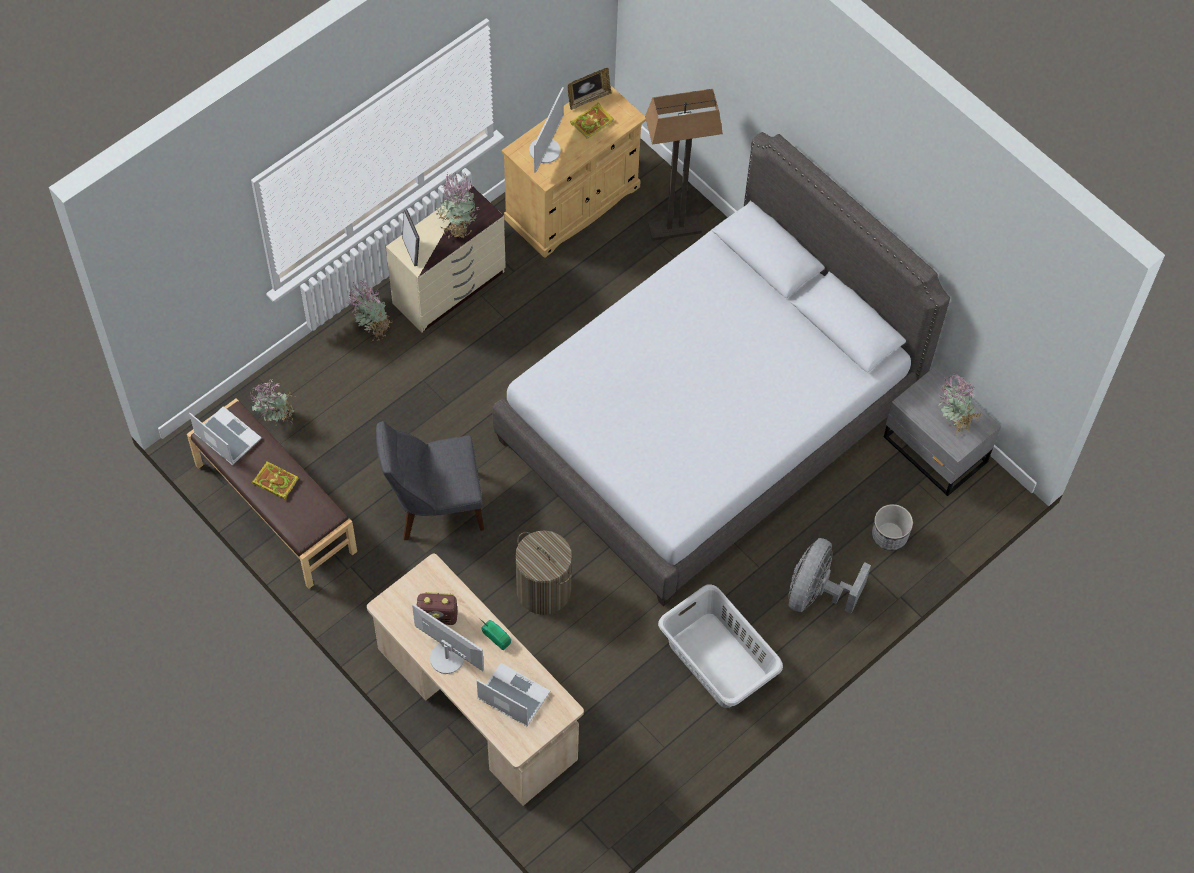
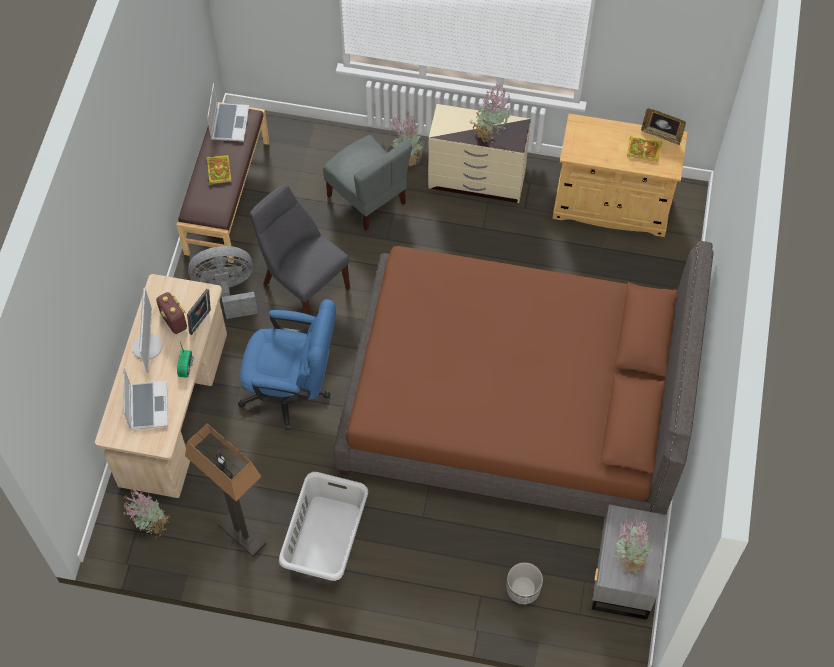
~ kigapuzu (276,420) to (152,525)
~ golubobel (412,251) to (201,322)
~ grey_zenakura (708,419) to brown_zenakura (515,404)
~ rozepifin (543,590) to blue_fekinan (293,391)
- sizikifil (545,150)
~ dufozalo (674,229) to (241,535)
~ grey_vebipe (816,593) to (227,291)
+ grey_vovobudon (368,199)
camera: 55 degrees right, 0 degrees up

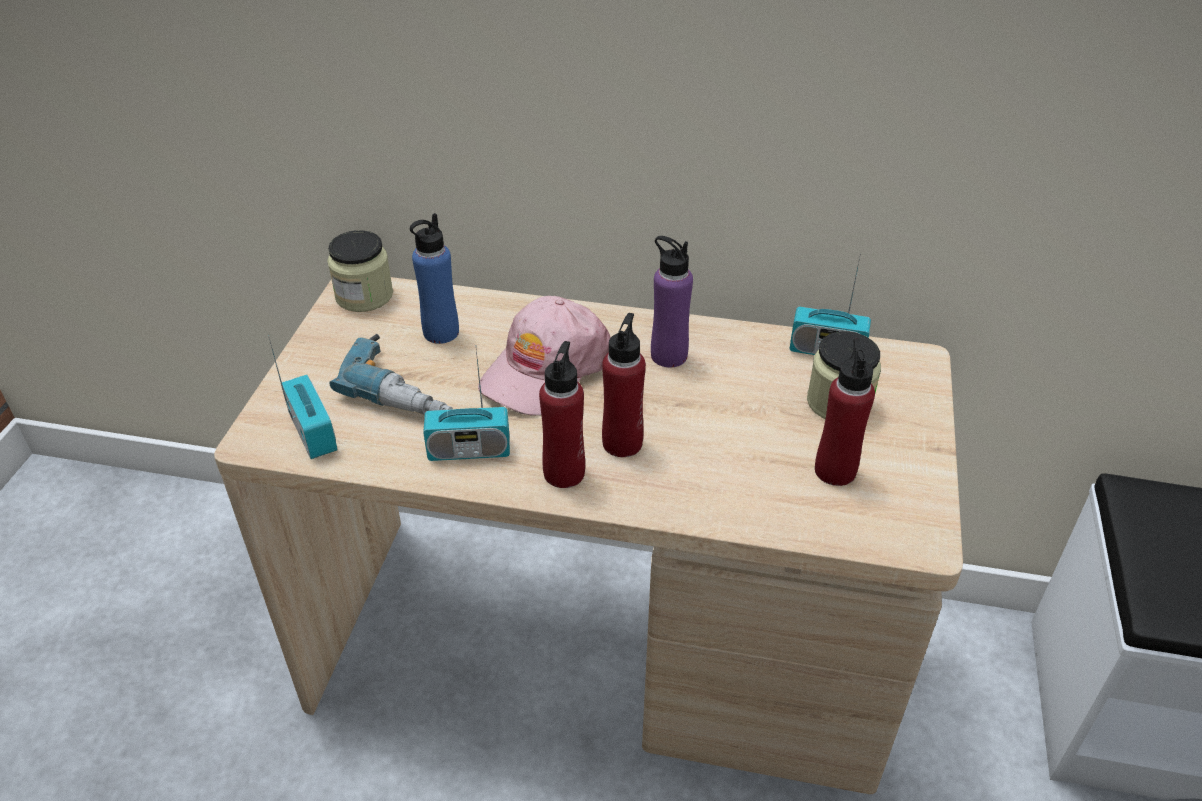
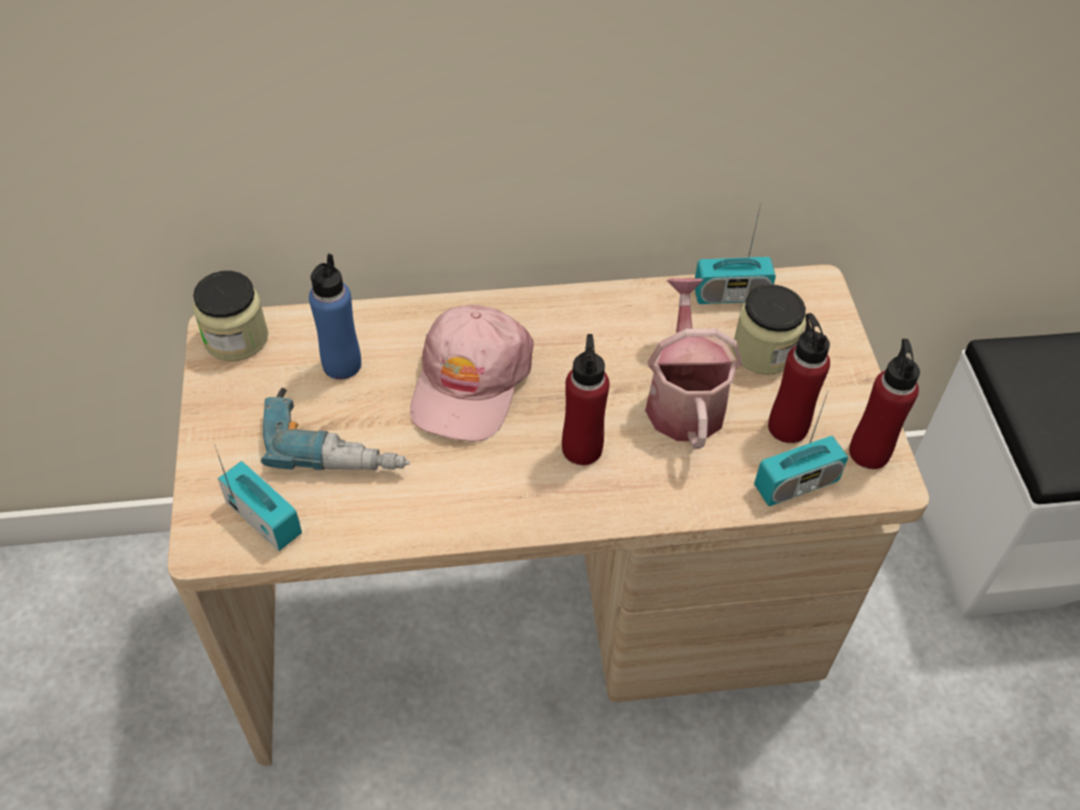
~ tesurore (469,450) to (796,484)
~ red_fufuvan (564,473) to (869,452)
- purple_fufuvan (668,355)
+ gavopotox (684,398)
camera: 20 degrees left, 10 degrees up

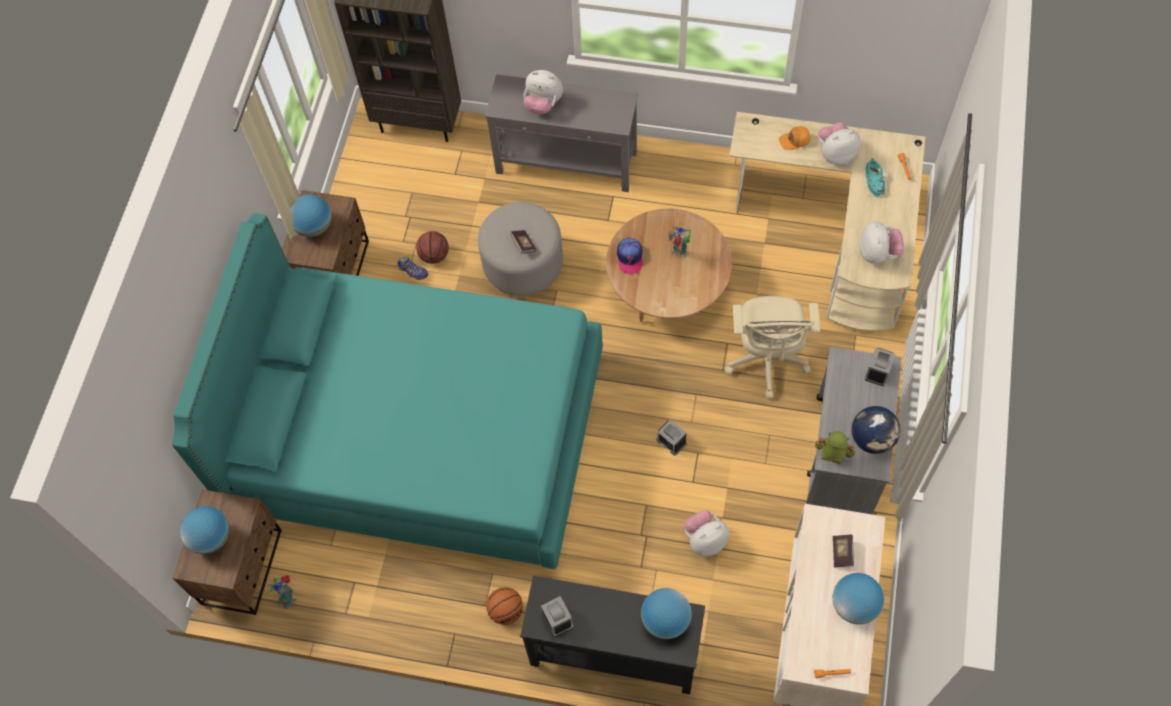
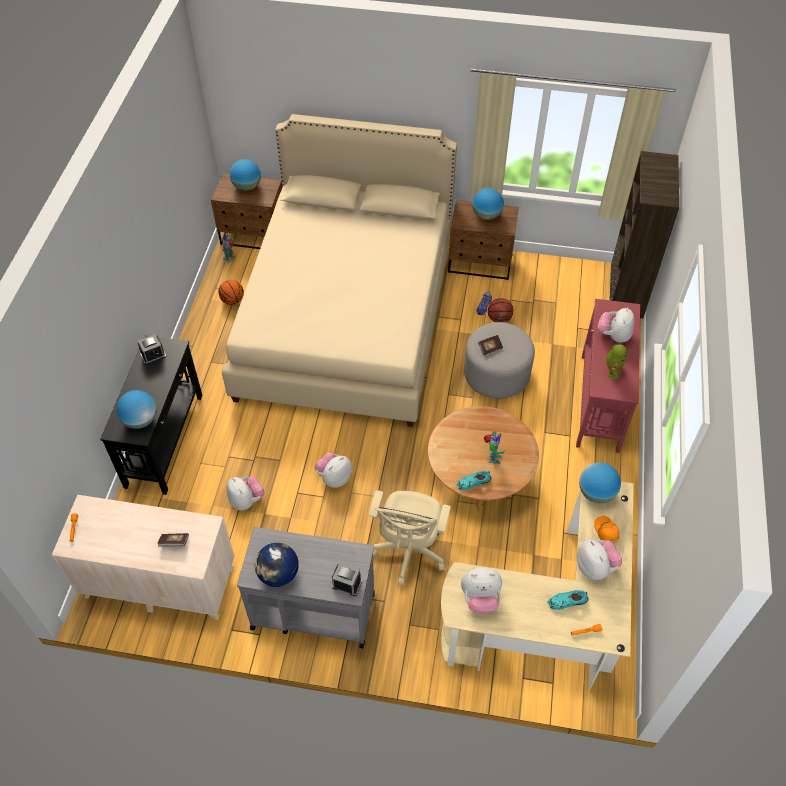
~ turquoise_zenakura (419,433) to beige_zenakura (347,318)
~ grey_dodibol (567,163) to red_dodibol (599,402)
~ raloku (506,611) to (232,300)
- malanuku (629,257)
~ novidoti (671,441) to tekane (334,478)
~ beige_fekinan (766,361) = (409,551) 75 degrees counterclockwise
~ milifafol (831,457) to (612,371)
~ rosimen (854,605) to (596,493)
+ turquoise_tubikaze (473,482)
camera: 85 degrees right, 10 degrees down

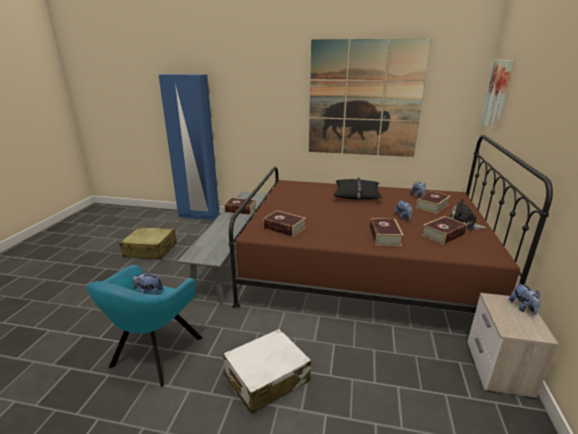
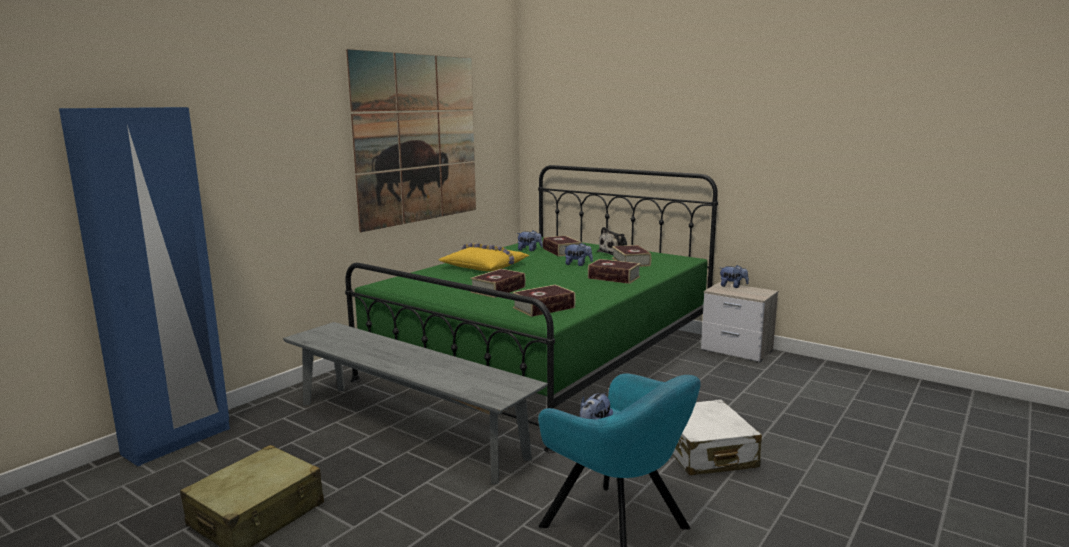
~ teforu (240,210) to (498,289)
~ brown_zenakura (362,270) to green_zenakura (544,357)
~ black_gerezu (356,194) to yellow_gerezu (485,266)
- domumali (498,94)
camera: 65 degrees left, 10 degrees down

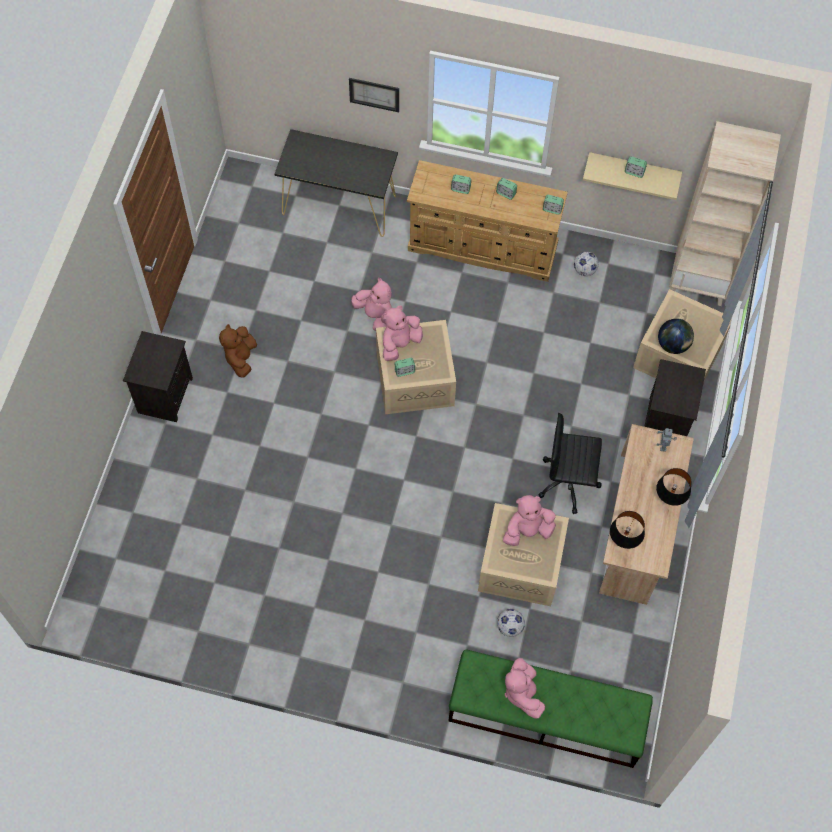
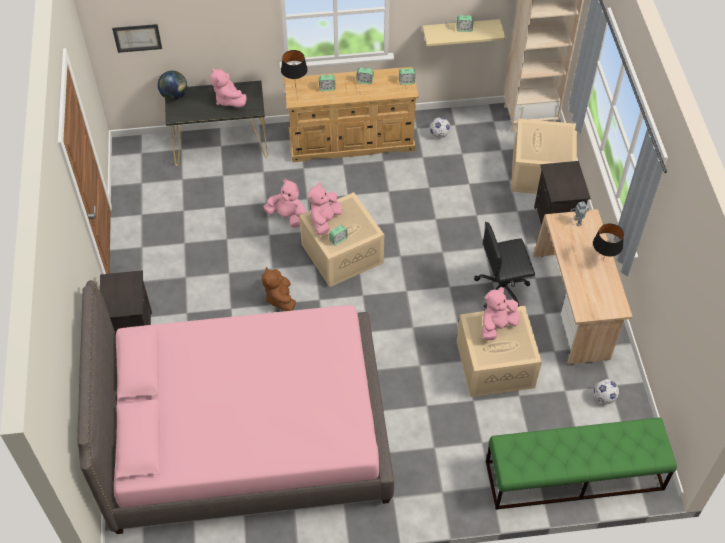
~ brown_tekane (241,358) to (280,298)
~ domumali (374,94) to (137,37)
~ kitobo (509,627) to (604,397)
~ pink_tekane (522,692) to (228,100)
~ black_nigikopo (622,544) to (295,87)
~ rosimen (673,345) to (174,96)
+ pink_zenakura (246,432)
camera: 20 degrees left, 10 degrees down

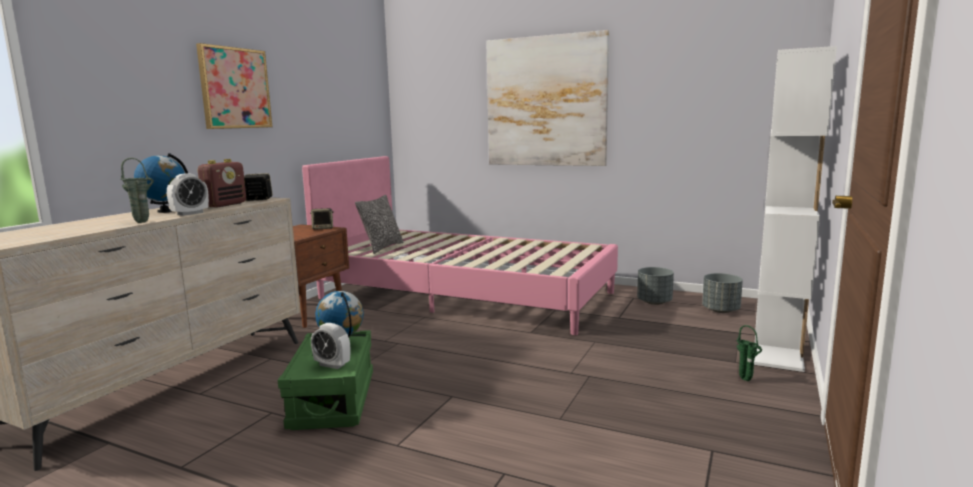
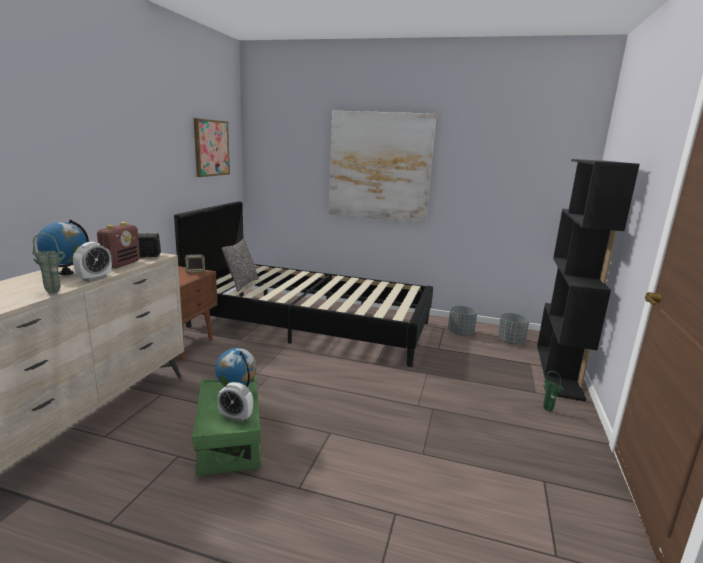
~ domumali (235,88) to (211,148)
~ pink_zenakura (464,295) to black_zenakura (310,324)
~ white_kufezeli (778,340) to black_kufezeli (559,370)
camera: 10 degrees left, 5 degrees up

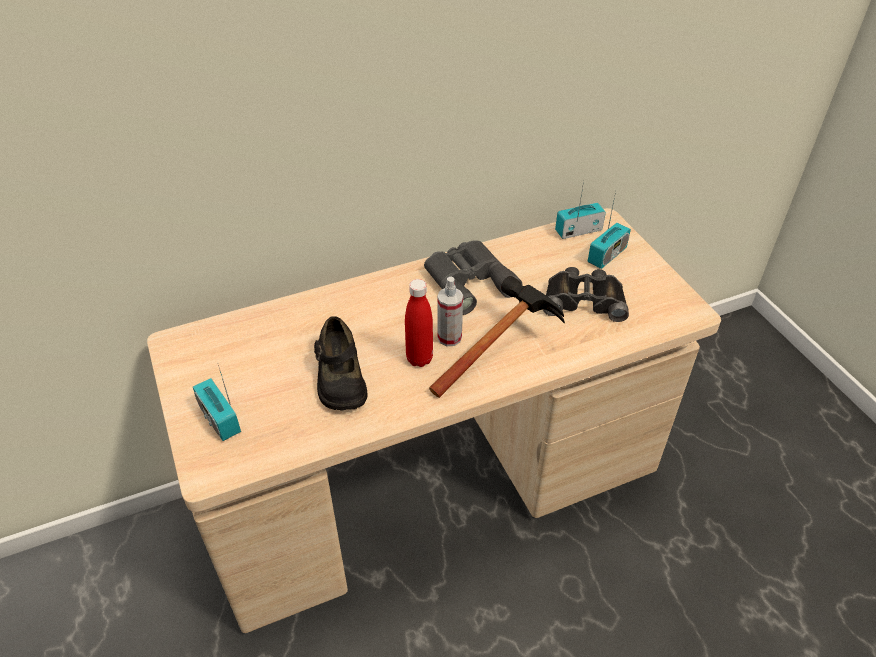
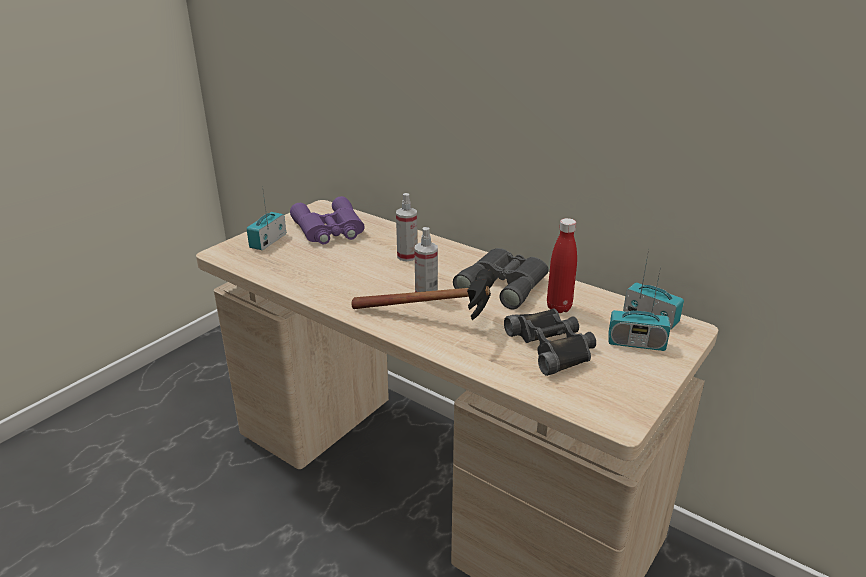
- black_tubikaze (339,377)
~ red_fufuvan (419,359) to (558,307)
+ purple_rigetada (329,230)
+ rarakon (407,256)
camera: 60 degrees right, 15 degrees down

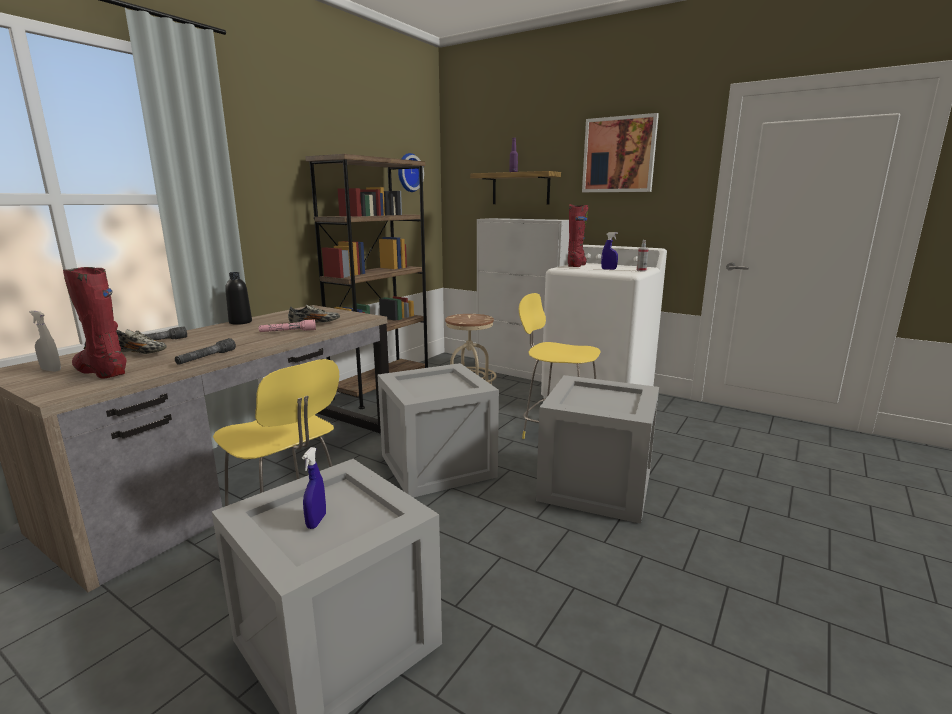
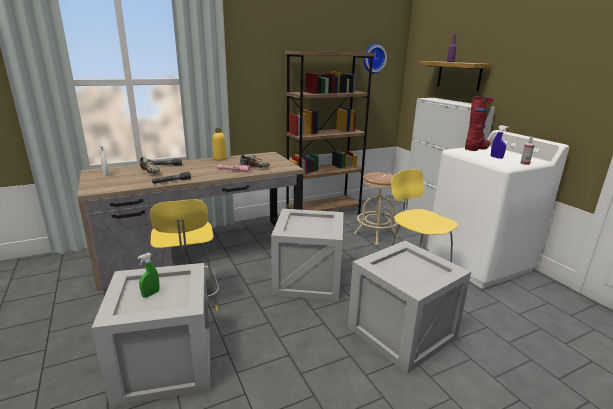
- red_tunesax (101,371)
~ black_fufuvan (240,322) to yellow_fufuvan (220,159)
~ blue_rarakon (316,521) to green_rarakon (151,294)
- domumali (619,155)
camera: 30 degrees right, 5 degrees up

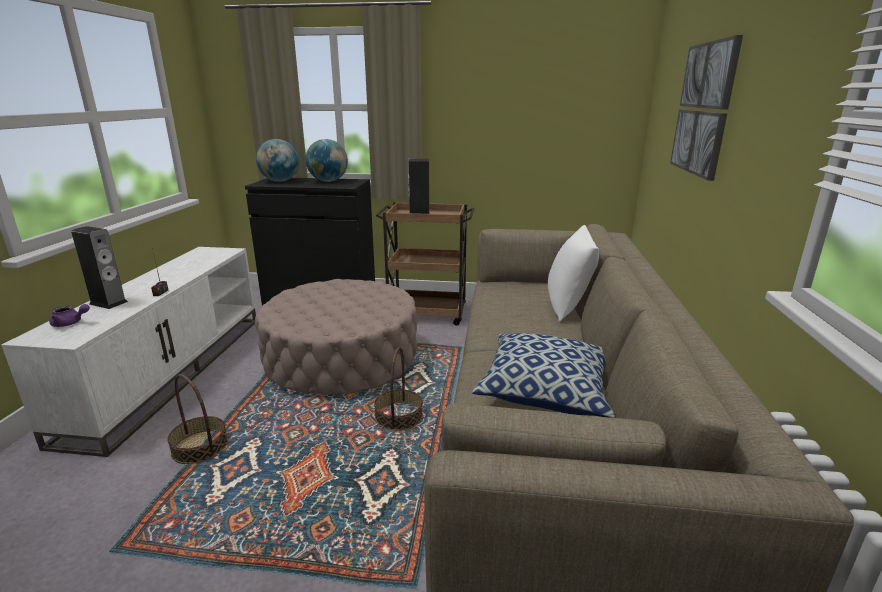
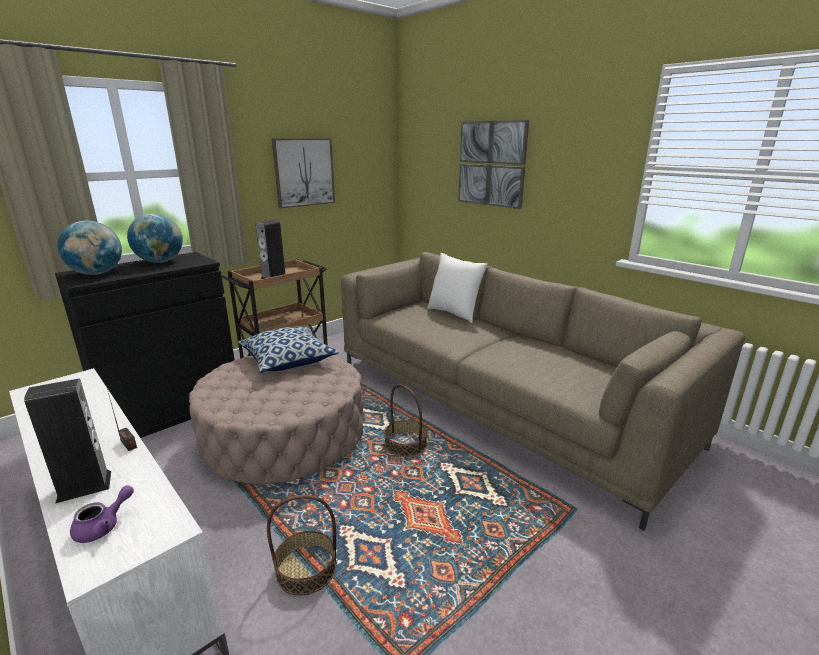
~ gerezu (546,390) to (288,360)
+ domumali (304,172)
camera: 50 degrees left, 0 degrees up

